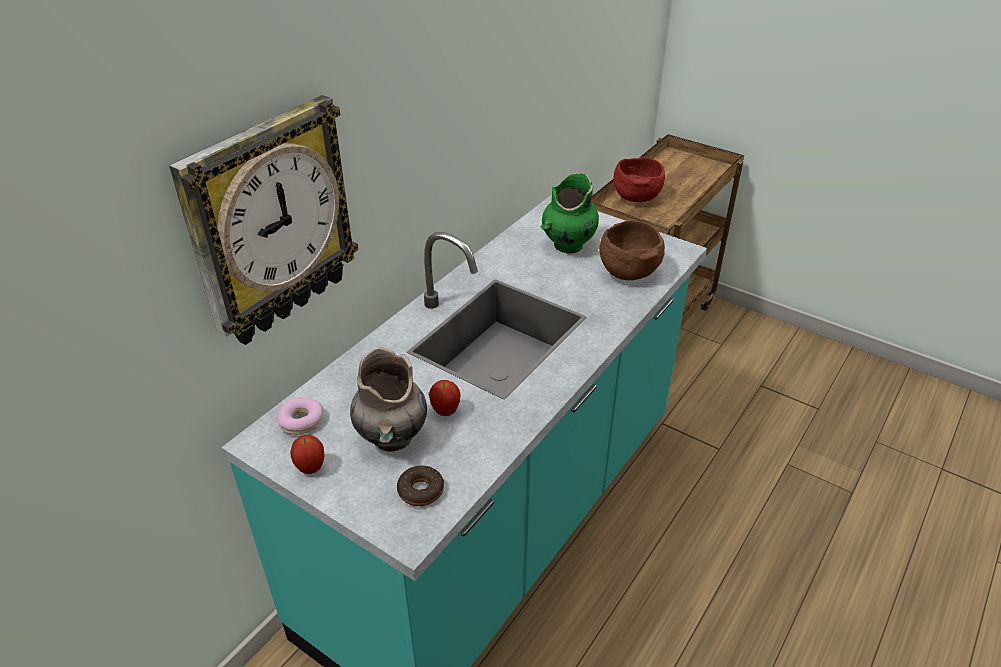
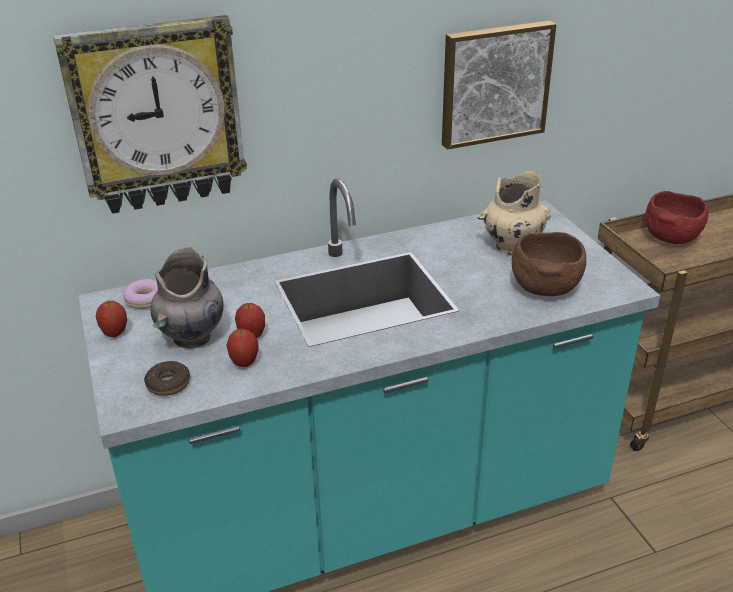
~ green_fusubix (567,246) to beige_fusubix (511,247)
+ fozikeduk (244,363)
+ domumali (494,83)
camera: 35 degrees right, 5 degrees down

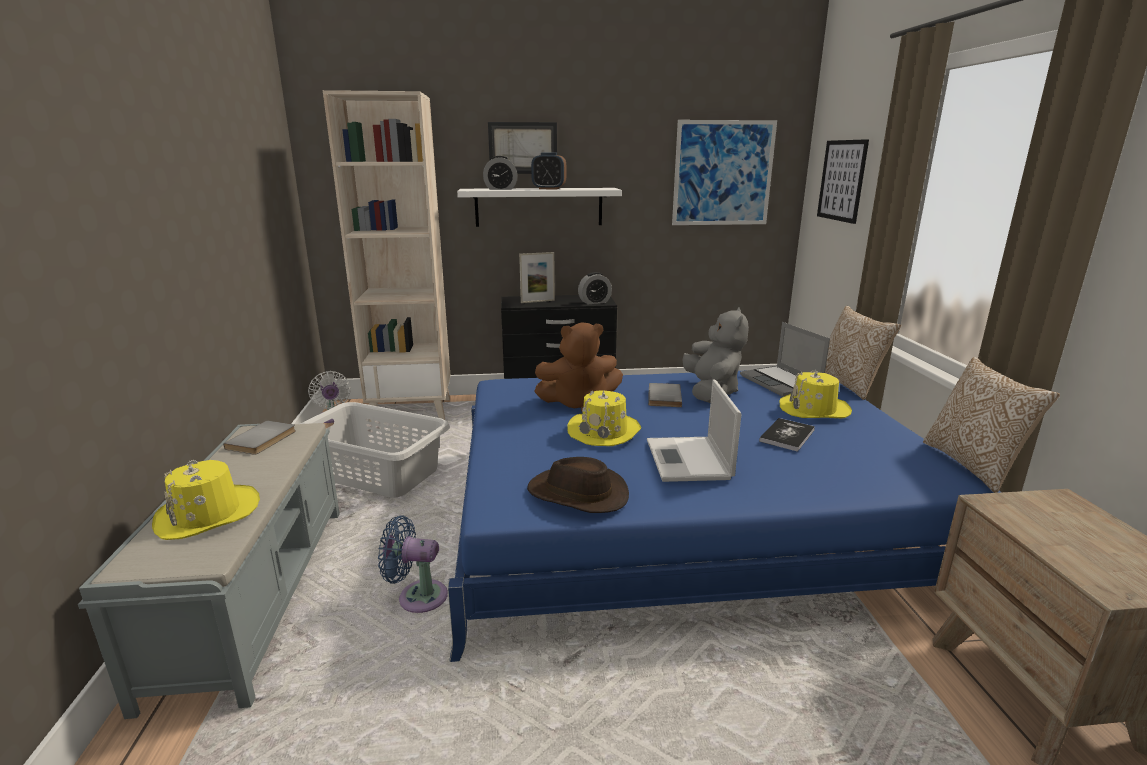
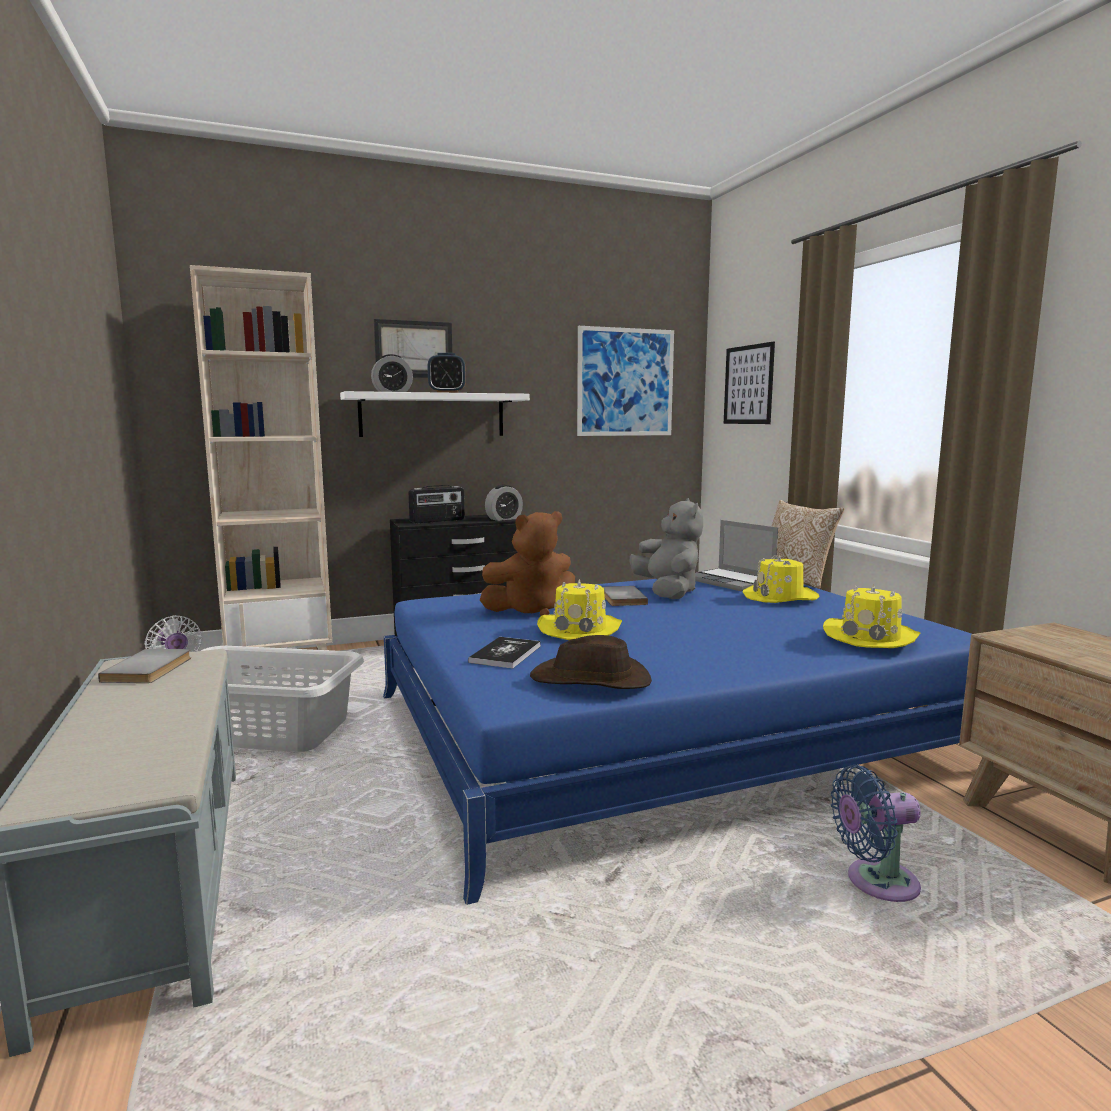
~ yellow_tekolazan (207,514) to (870,636)
~ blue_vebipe (417,596) to (875,882)
~ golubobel (537,301) to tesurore (437,521)
- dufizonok (689,460)
~ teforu (787,435) to (505,654)
- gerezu (973,465)
camera: 15 degrees left, 10 degrees down

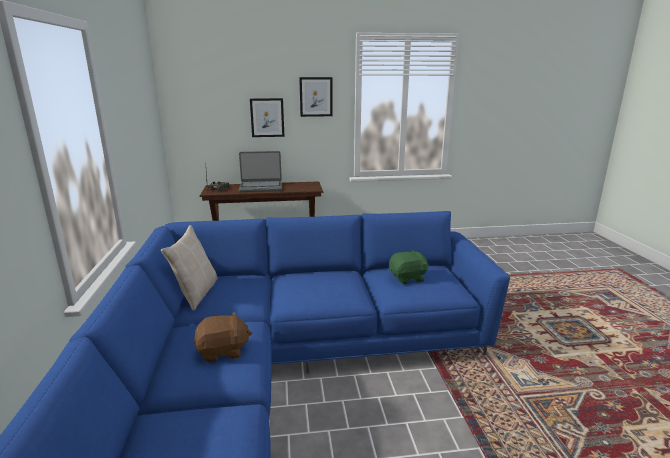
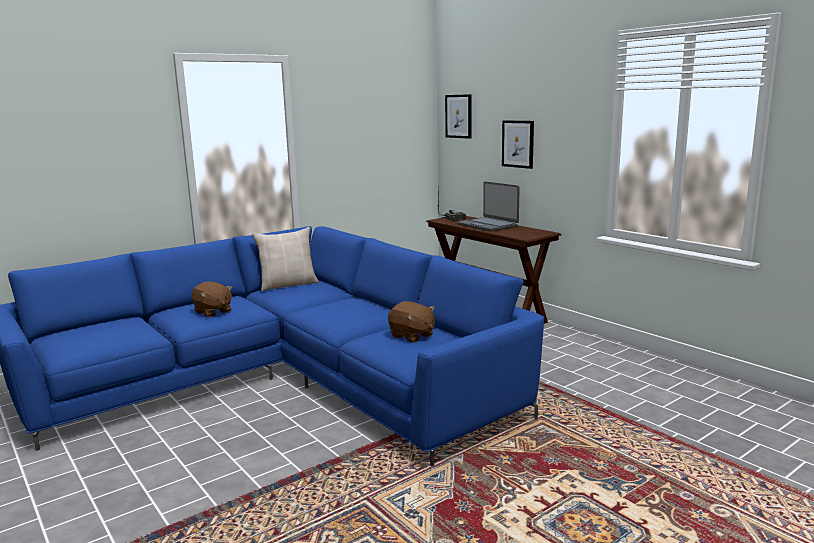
~ domumali (316,97) to (459,116)
~ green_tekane (408,278) to brown_tekane (412,336)
camera: 60 degrees right, 5 degrees down

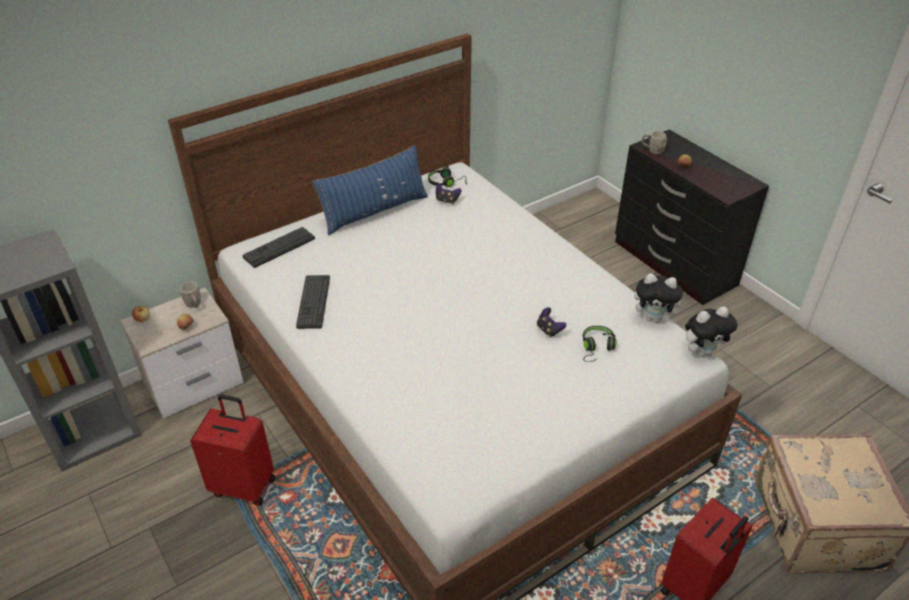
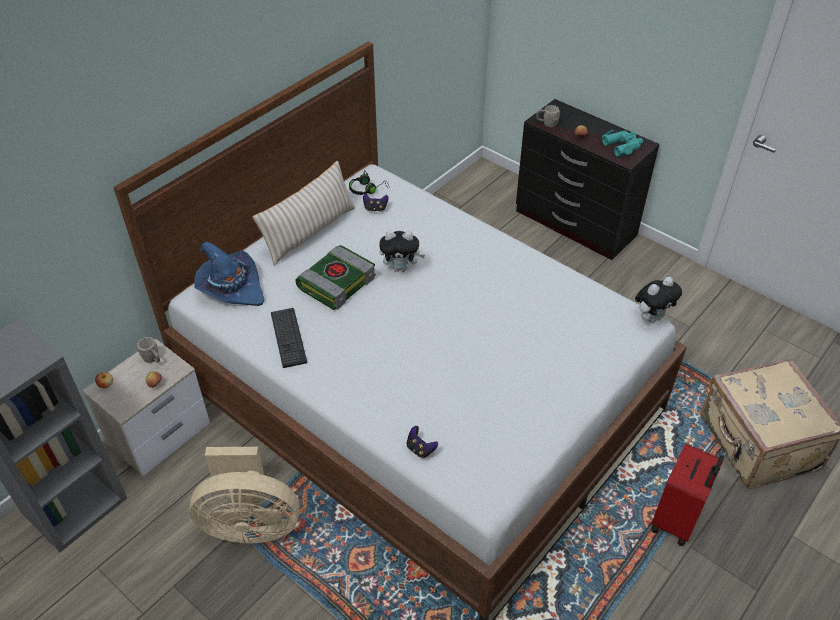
~ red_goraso (244,485) to beige_vebipe (250,523)
~ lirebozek (279,248) to blue_tekolazan (231,287)
~ blue_gerezu (374,211) to beige_gerezu (309,232)
~ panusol (549,330) to (420,449)
- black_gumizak (597,348)
~ tekane (654,318) to (401,268)
+ teforu (336,282)
+ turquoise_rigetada (623,146)
camera: 15 degrees left, 5 degrees up

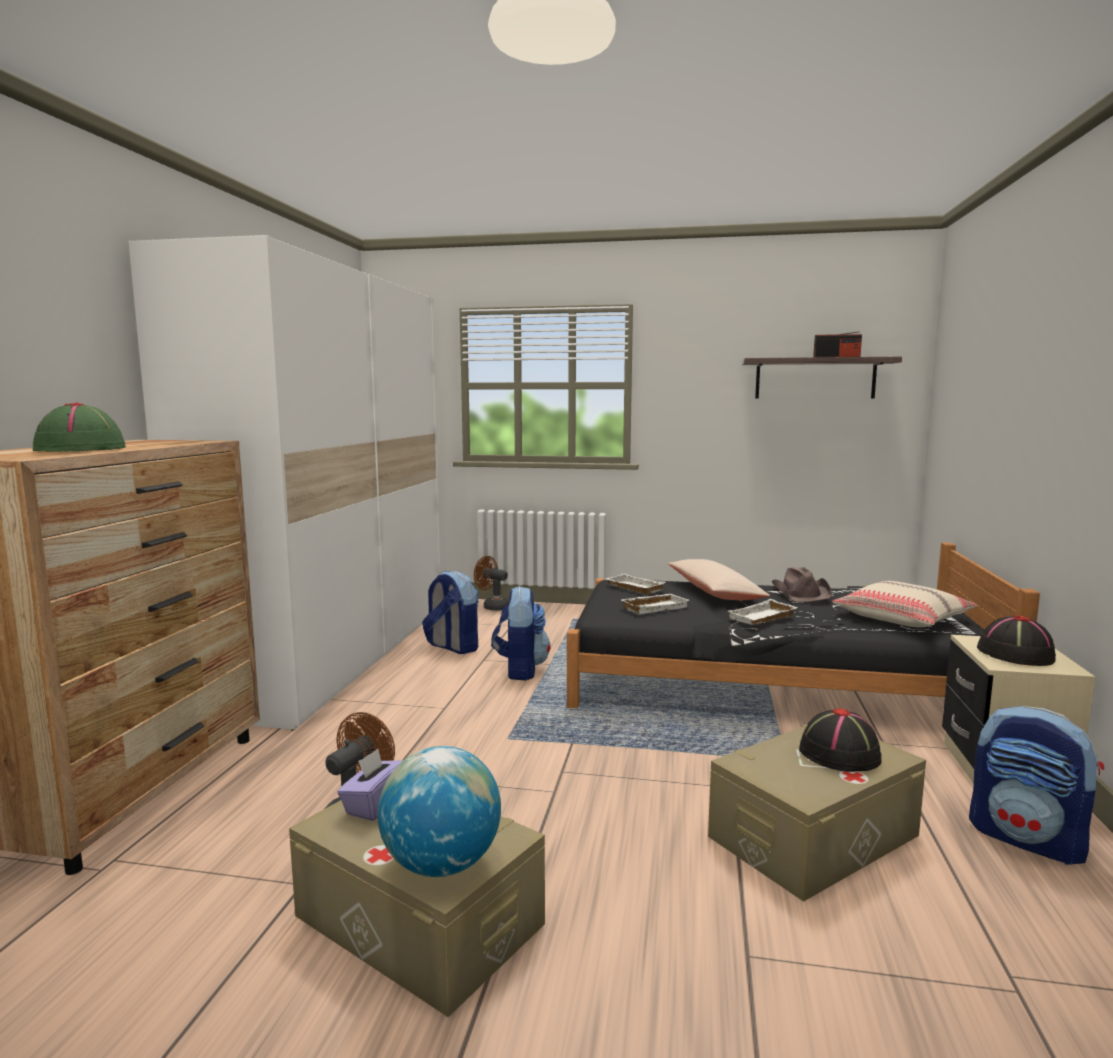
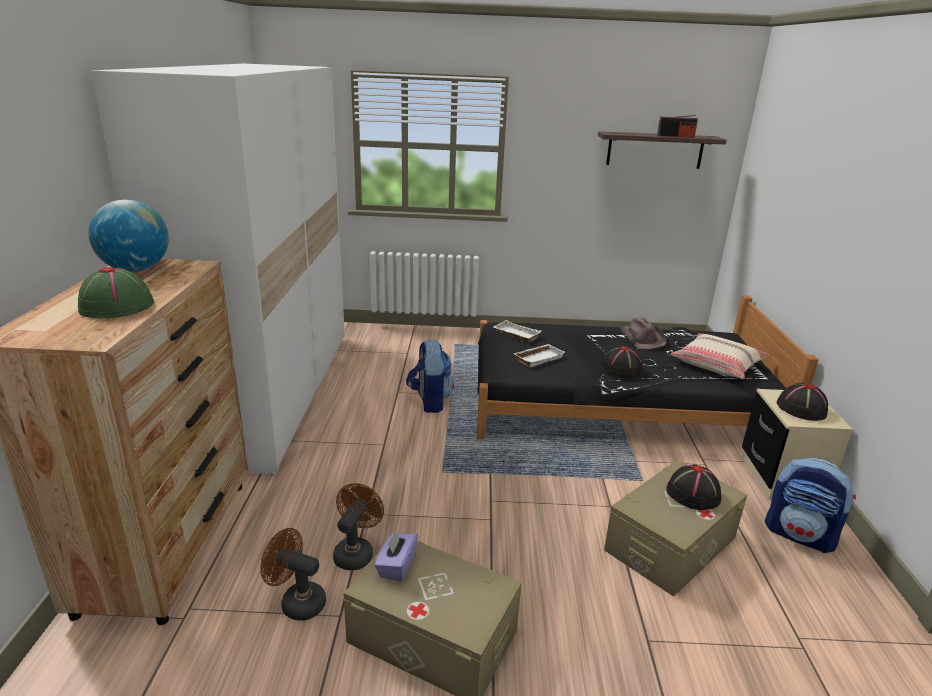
~ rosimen (441,865) to (136,270)
- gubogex (452,647)
~ brown_vebipe (492,606) to (297,602)
- beige_gerezu (715,592)
~ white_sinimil (762,618) to black_tekolazan (621,369)
camera: 10 degrees left, 15 degrees up

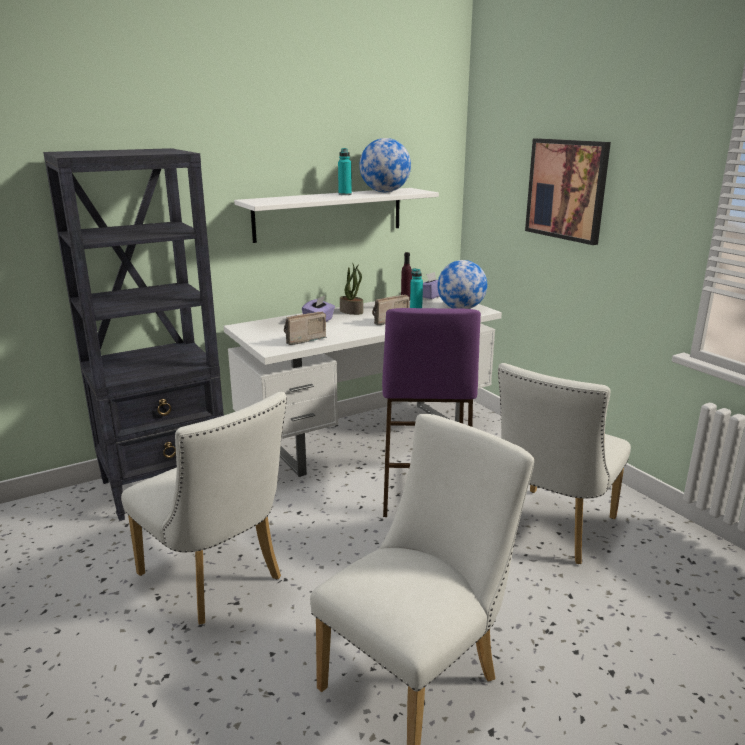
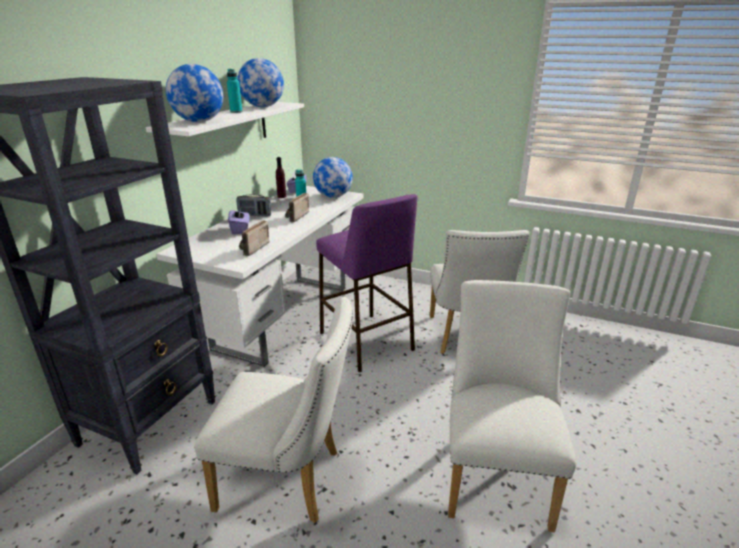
~ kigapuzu (352,311) to tesurore (255,215)
- domumali (566,189)
+ rosimen (199,121)
camera: 35 degrees left, 5 degrees up

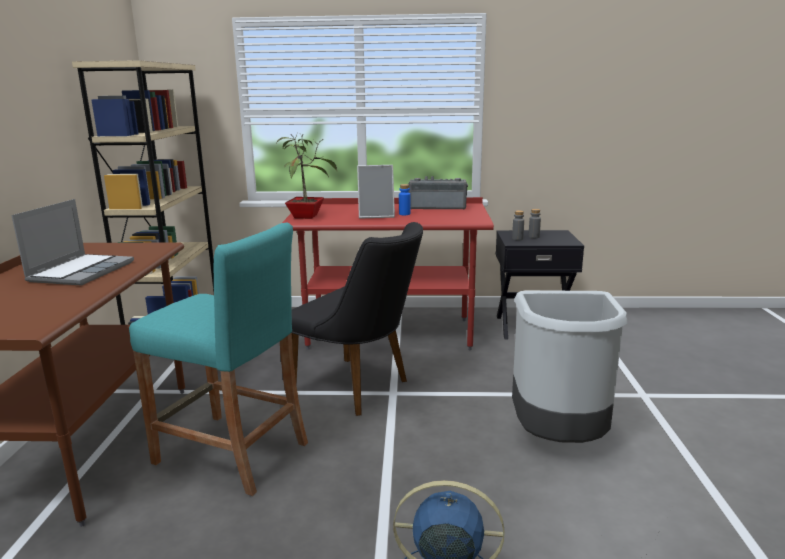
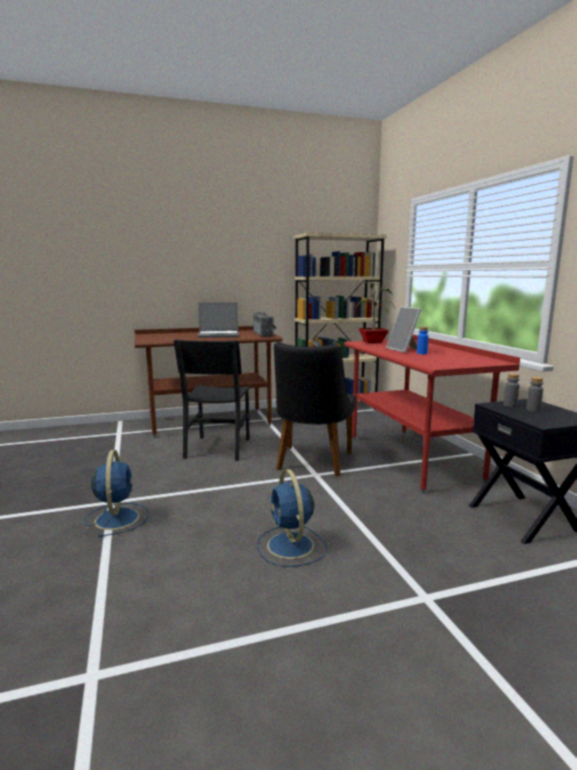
~ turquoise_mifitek (231,453) to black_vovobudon (218,448)
~ tesurore (437,207) to (265,334)
~ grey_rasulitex (559,440) to blue_vebipe (291,547)
camera: 70 degrees right, 5 degrees down

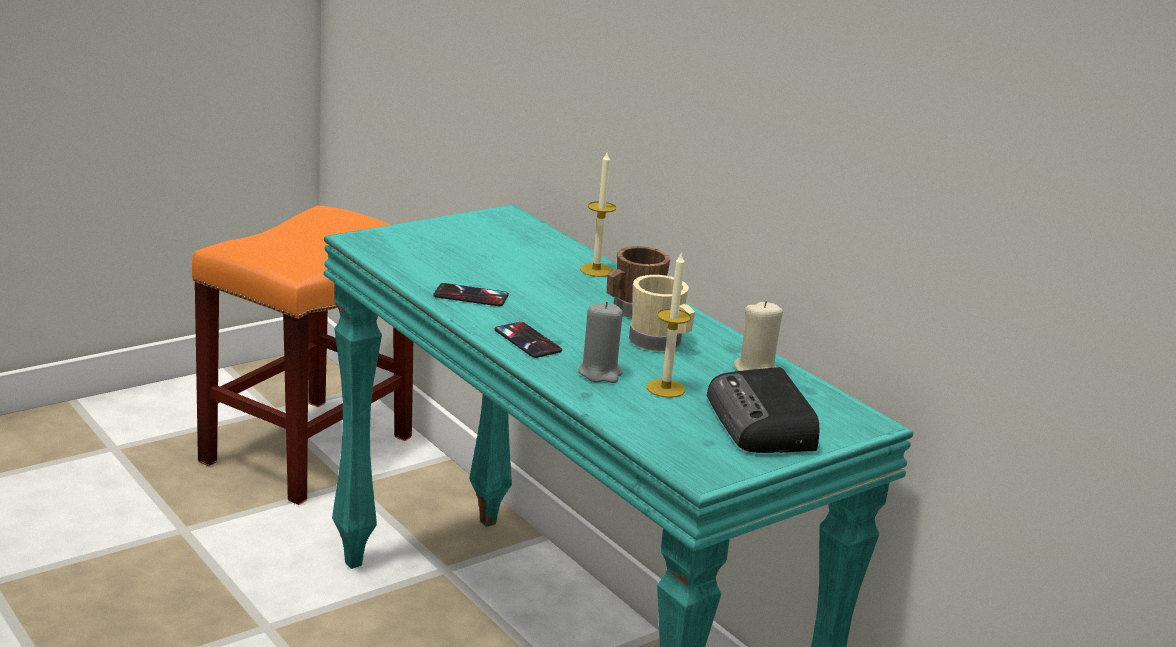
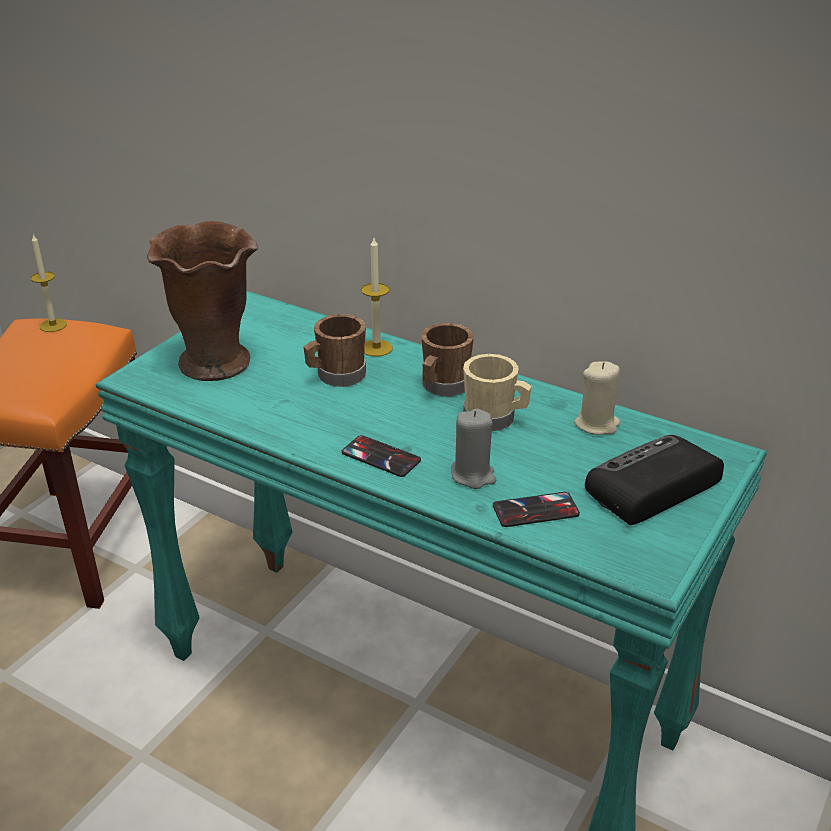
~ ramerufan (471,296) to (535,510)
~ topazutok (665,388) to (53,325)
~ tesurore (762,423) = (651,487) 90 degrees clockwise
+ brown_fusubix (215,363)
+ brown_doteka (336,376)
camera: 20 degrees left, 10 degrees up

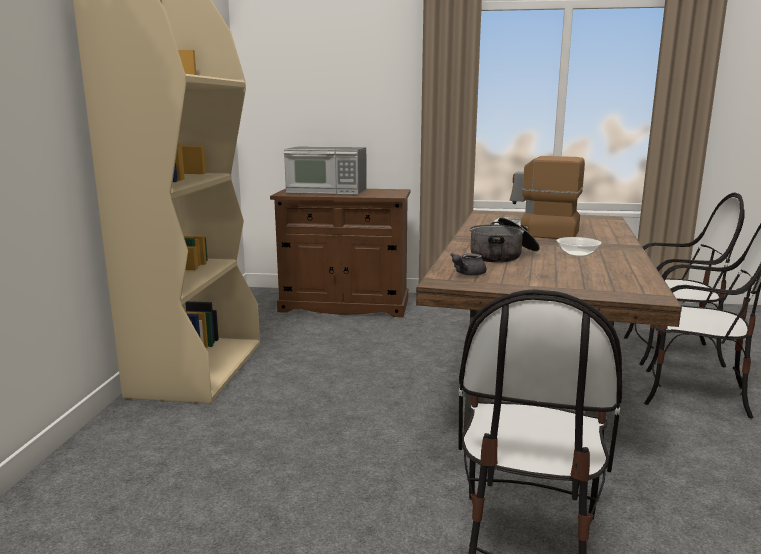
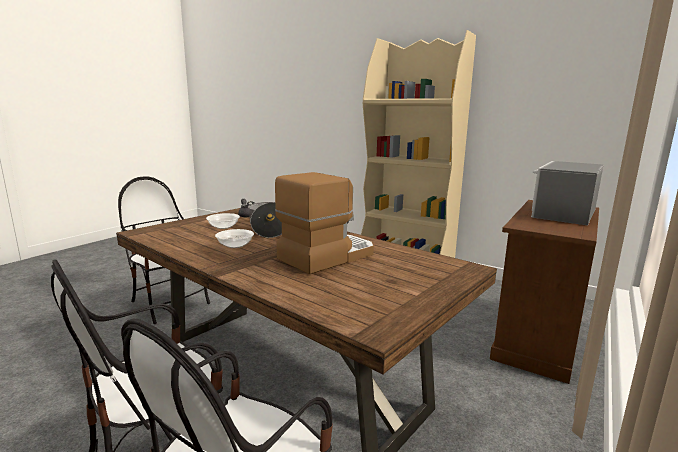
+ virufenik (223,227)
camera: 115 degrees right, 0 degrees up

